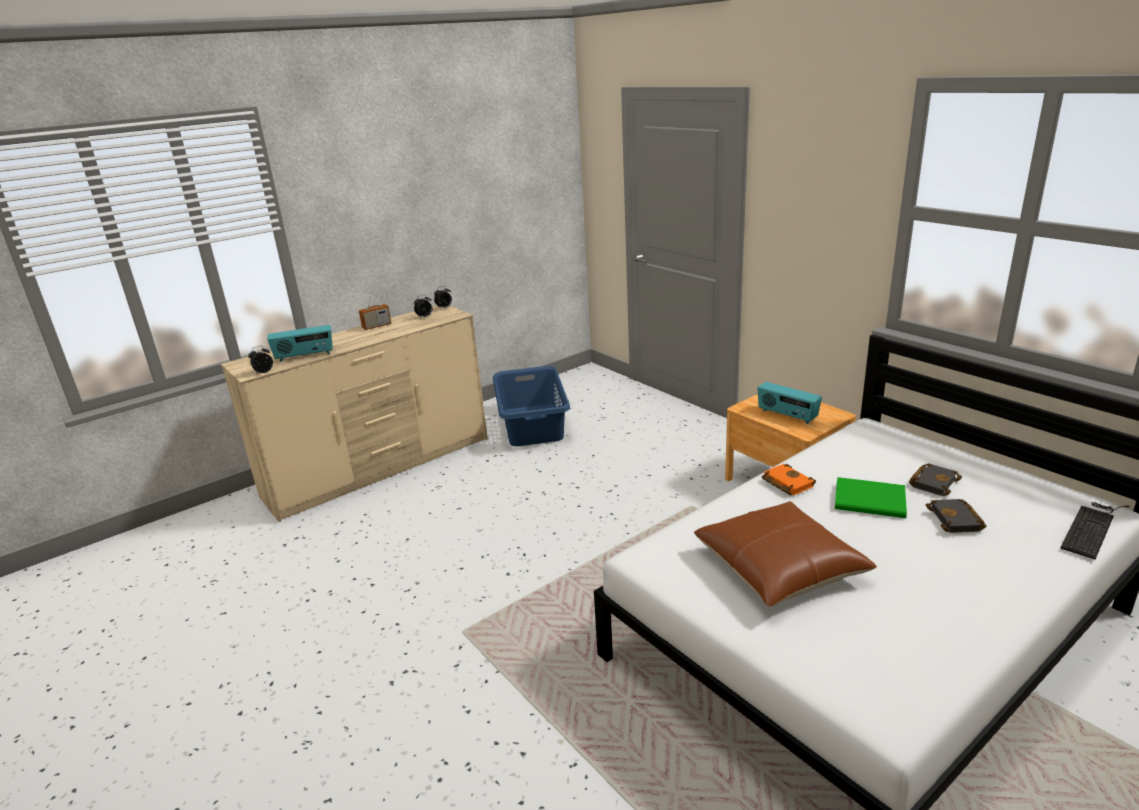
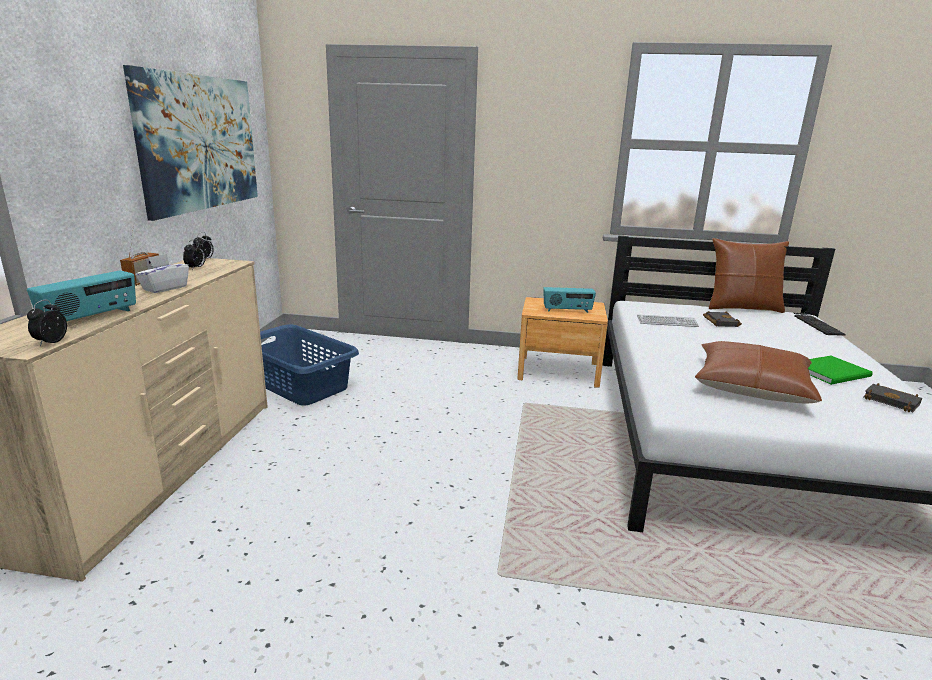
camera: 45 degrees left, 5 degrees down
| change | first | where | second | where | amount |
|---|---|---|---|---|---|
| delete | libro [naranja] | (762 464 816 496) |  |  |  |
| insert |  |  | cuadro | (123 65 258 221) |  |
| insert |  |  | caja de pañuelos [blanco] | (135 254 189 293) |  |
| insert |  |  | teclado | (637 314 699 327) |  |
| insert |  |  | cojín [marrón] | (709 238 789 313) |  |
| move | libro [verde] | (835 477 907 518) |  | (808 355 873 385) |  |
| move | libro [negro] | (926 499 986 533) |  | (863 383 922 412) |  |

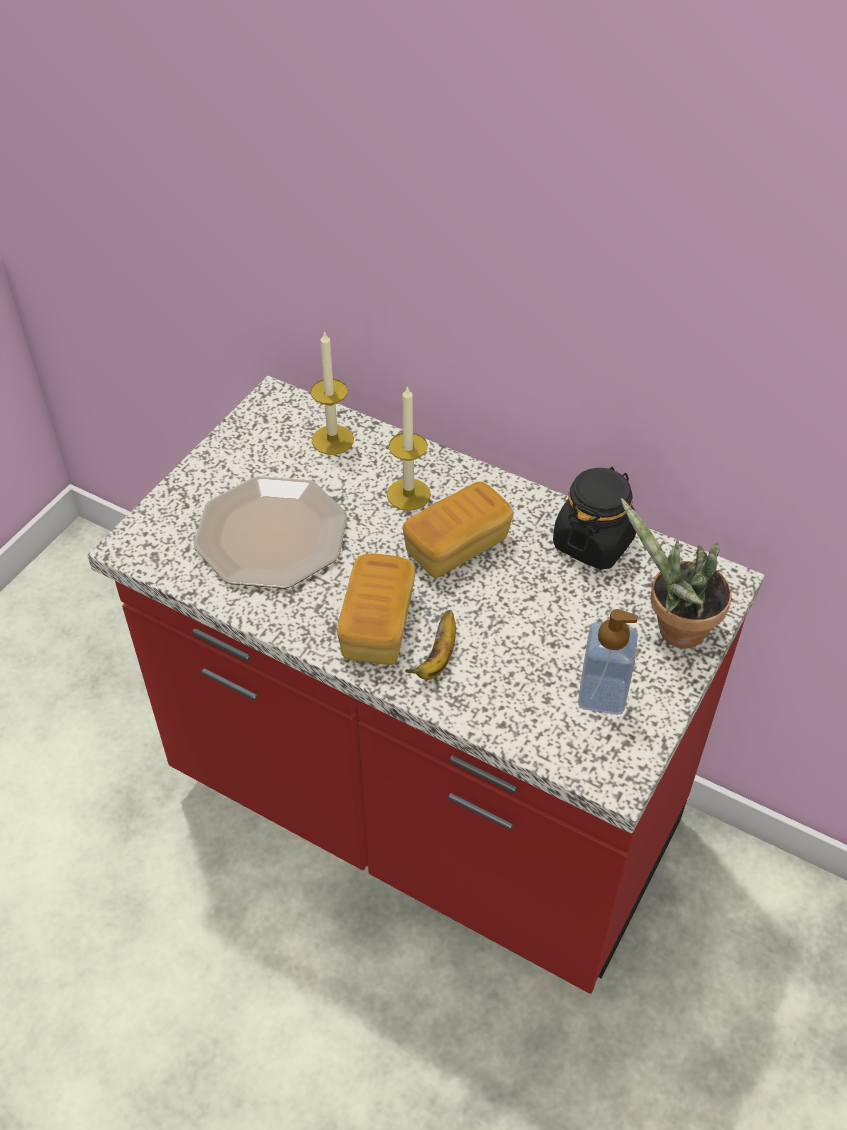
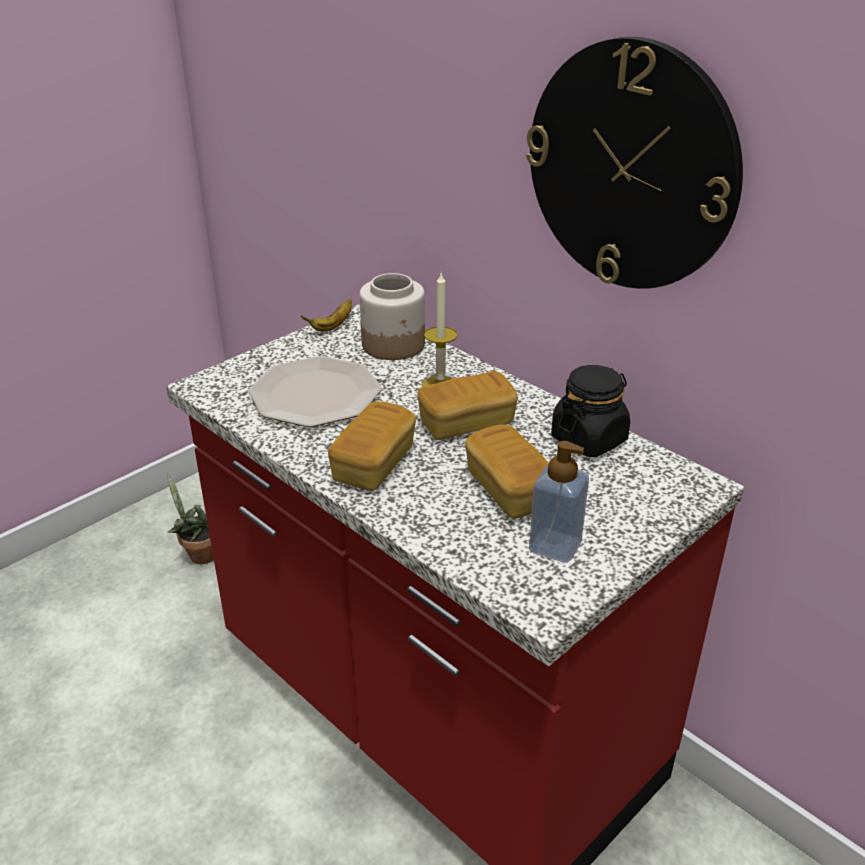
camera: 15 degrees right, 15 degrees down
| change | first | where | second | where | amount |
|---|---|---|---|---|---|
| insert |  |  | pan | (465 424 549 519) |  |
| insert |  |  | reloj de pared | (526 37 743 289) |  |
| move | plátano | (405 610 456 680) |  | (301 299 352 331) |  |
| move | planta en maceta | (621 498 731 648) |  | (167 472 214 564) |  |
| replace | vela | (310 331 354 455) | tarro | (359 273 425 360) |  |

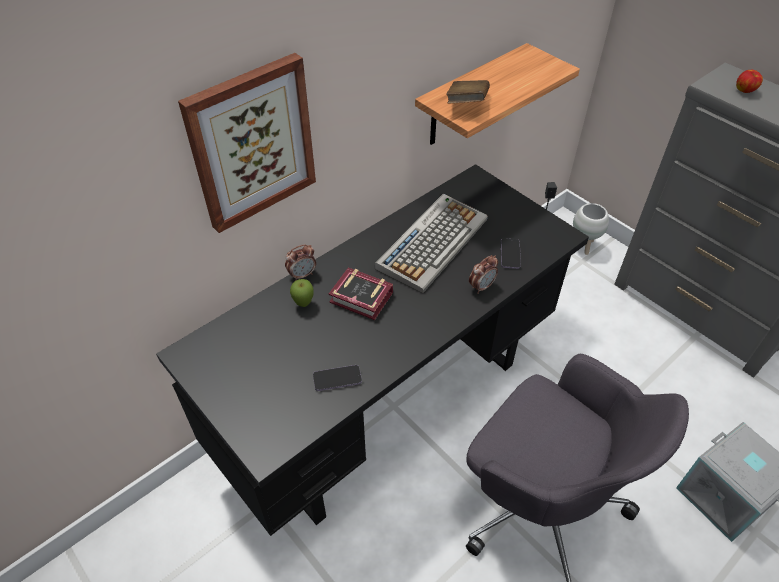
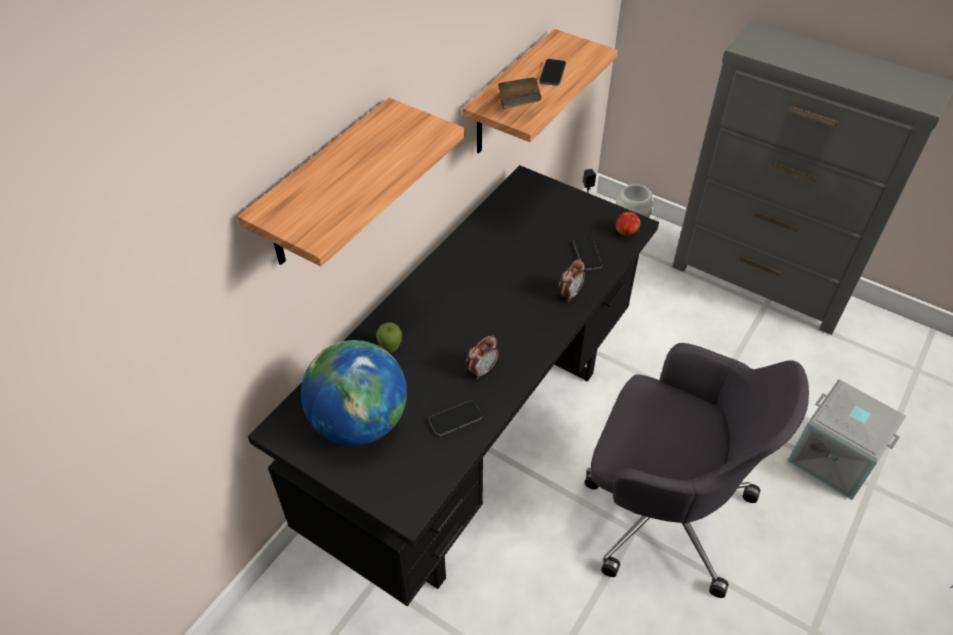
camera: 15 degrees left, 0 degrees up
| change | first | where | second | where | amount |
|---|---|---|---|---|---|
| delete | libro | (329 268 393 320) |  |  |  |
| delete | teclado | (375 194 488 293) |  |  |  |
| insert |  |  | globo terráqueo | (301 340 407 446) |  |
| insert |  |  | móvil | (539 59 566 86) |  |
| move | despertador | (285 244 316 281) |  | (466 335 499 379) |  |
| move | manzana | (736 70 763 93) |  | (616 211 640 236) |  |
| replace | cuadro | (178 53 316 233) | estante | (237 98 465 267) |  |

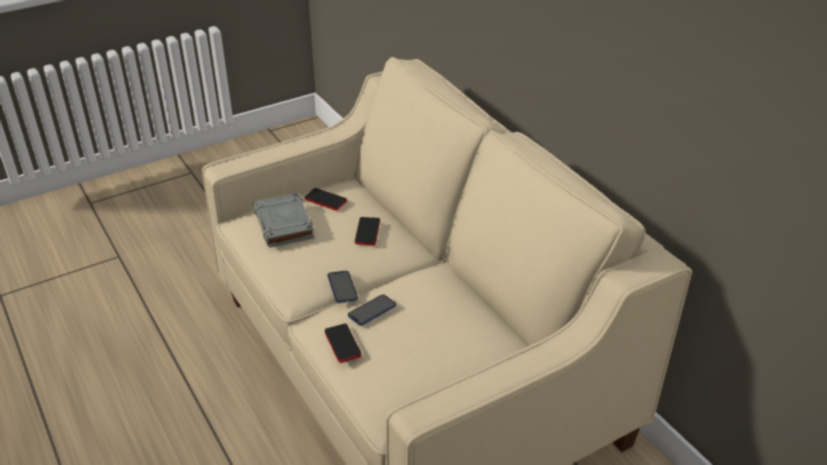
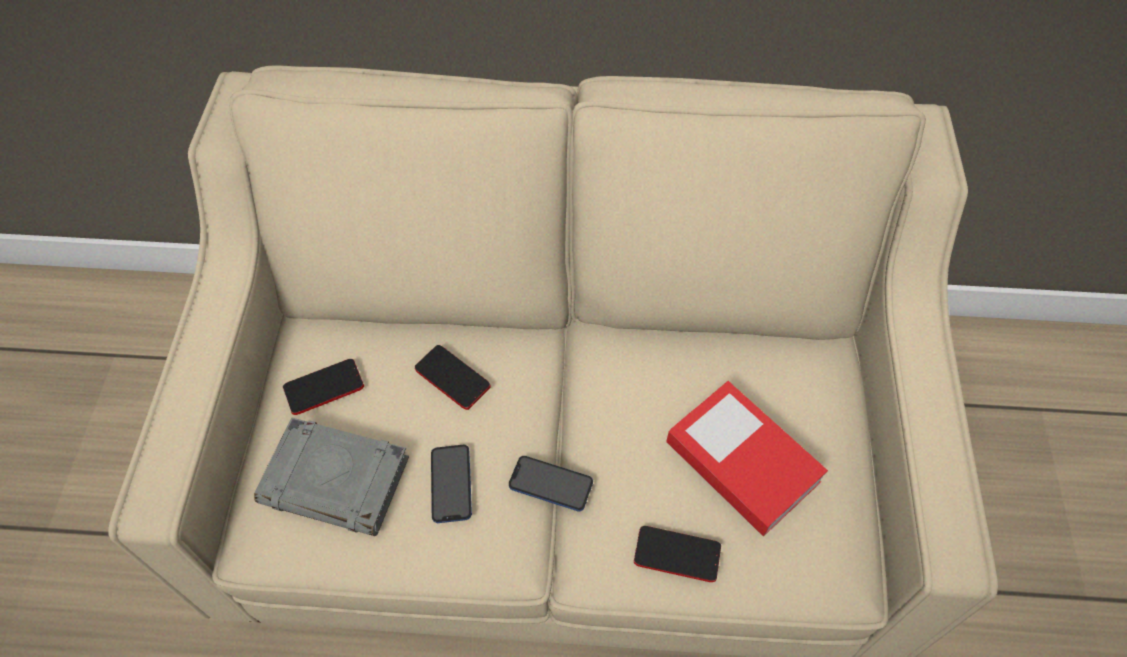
camera: 55 degrees left, 20 degrees up
| change | first | where | second | where | amount |
|---|---|---|---|---|---|
| insert |  |  | libro | (666 381 828 536) |  |
| move | móvil | (348 295 396 326) |  | (431 444 472 523) |  |

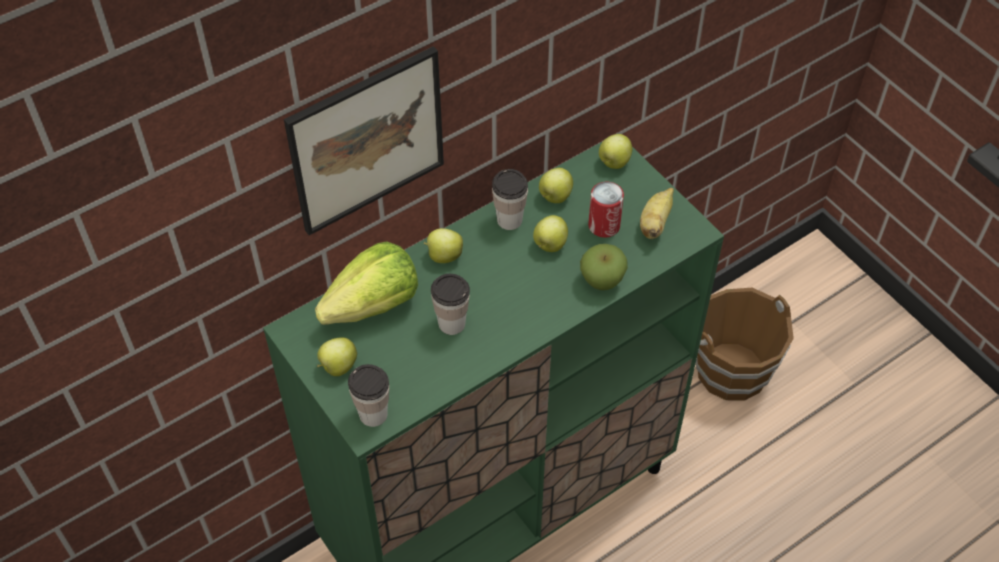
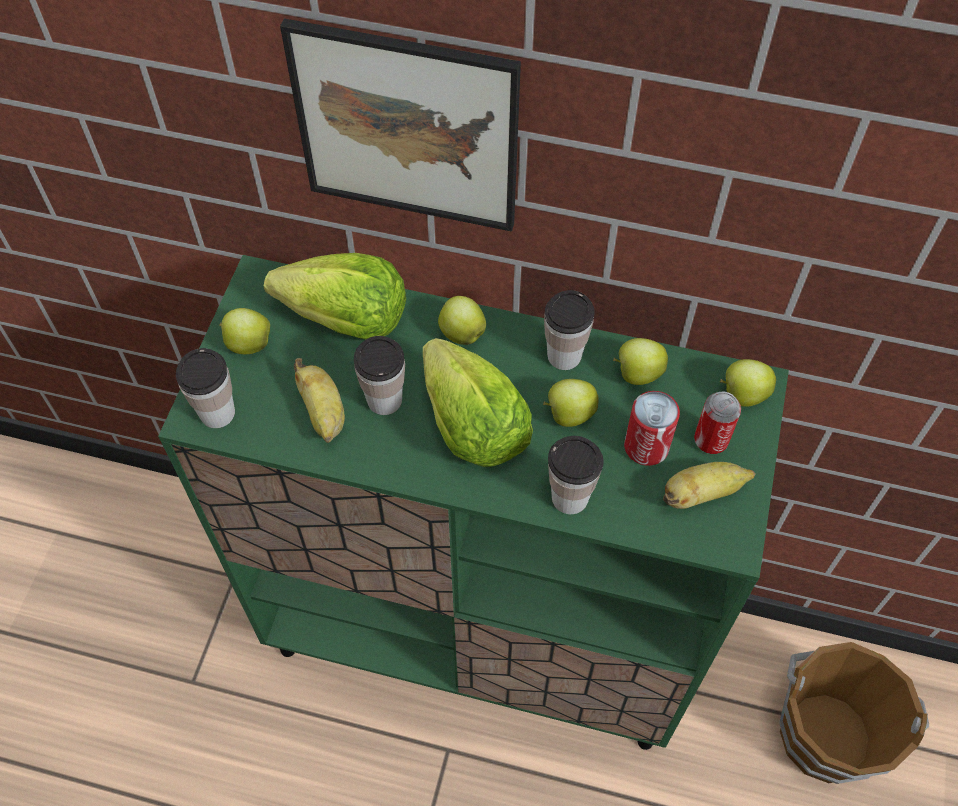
camera: 50 degrees right, 5 degrees up
| change | first | where | second | where | amount |
|---|---|---|---|---|---|
| insert |  |  | plátano | (294 358 345 443) |  |
| insert |  |  | lechuga | (423 338 533 467) |  |
| insert |  |  | lata | (694 392 741 454) |  |
| replace | manzana | (580 244 628 290) | taza | (548 436 604 514) |  |

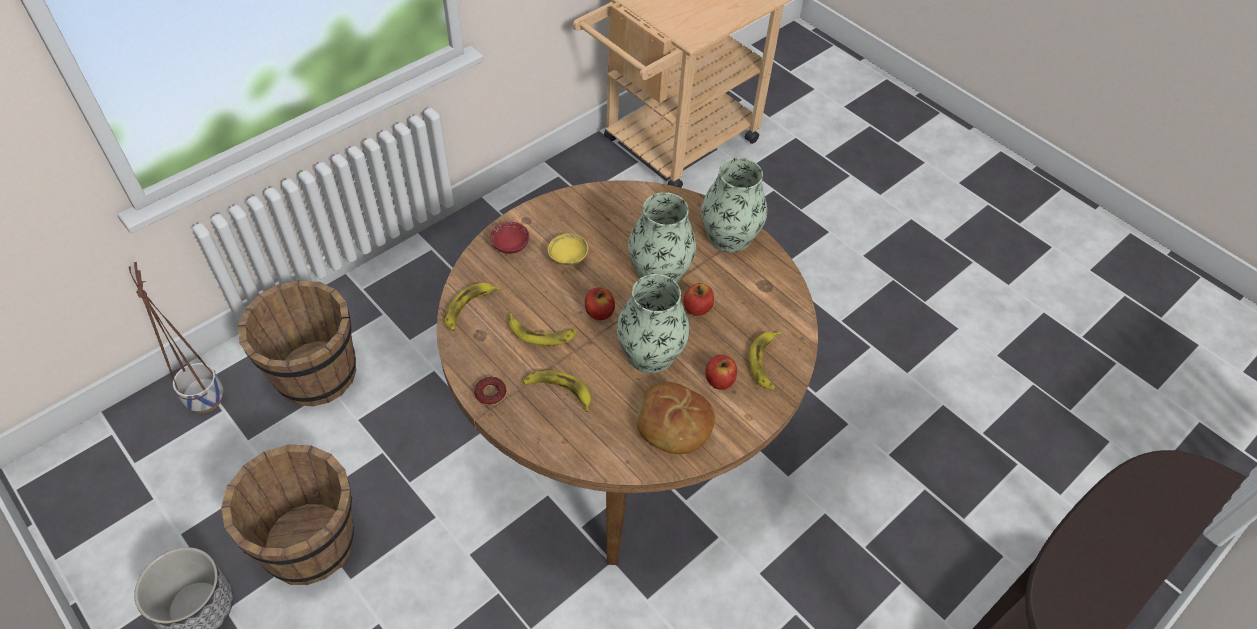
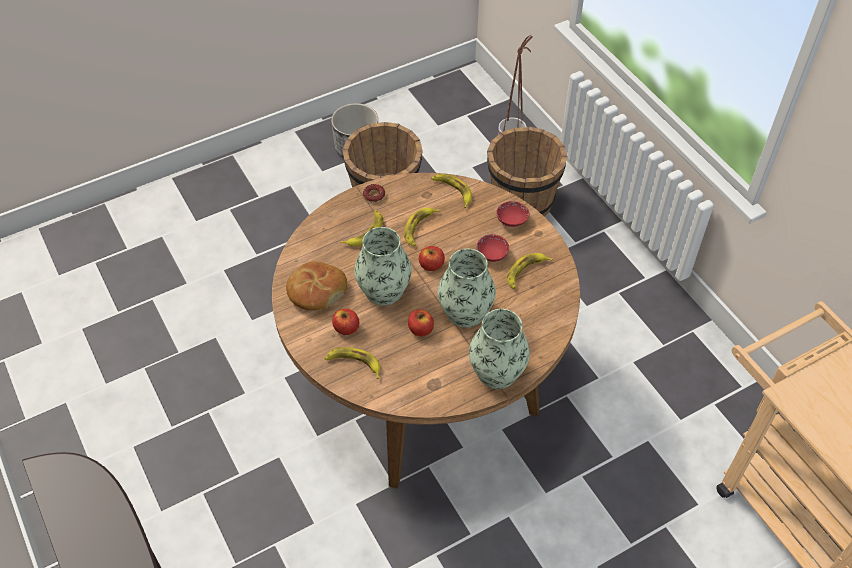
camera: 105 degrees right, 0 degrees up
| change | first | where | second | where | amount |
|---|---|---|---|---|---|
| insert |  |  | plátano | (507 253 553 289) |  |
| recolor | cuenco [amarillo] | (548 233 588 266) | cuenco [rojo] | (476 234 509 262) |  |

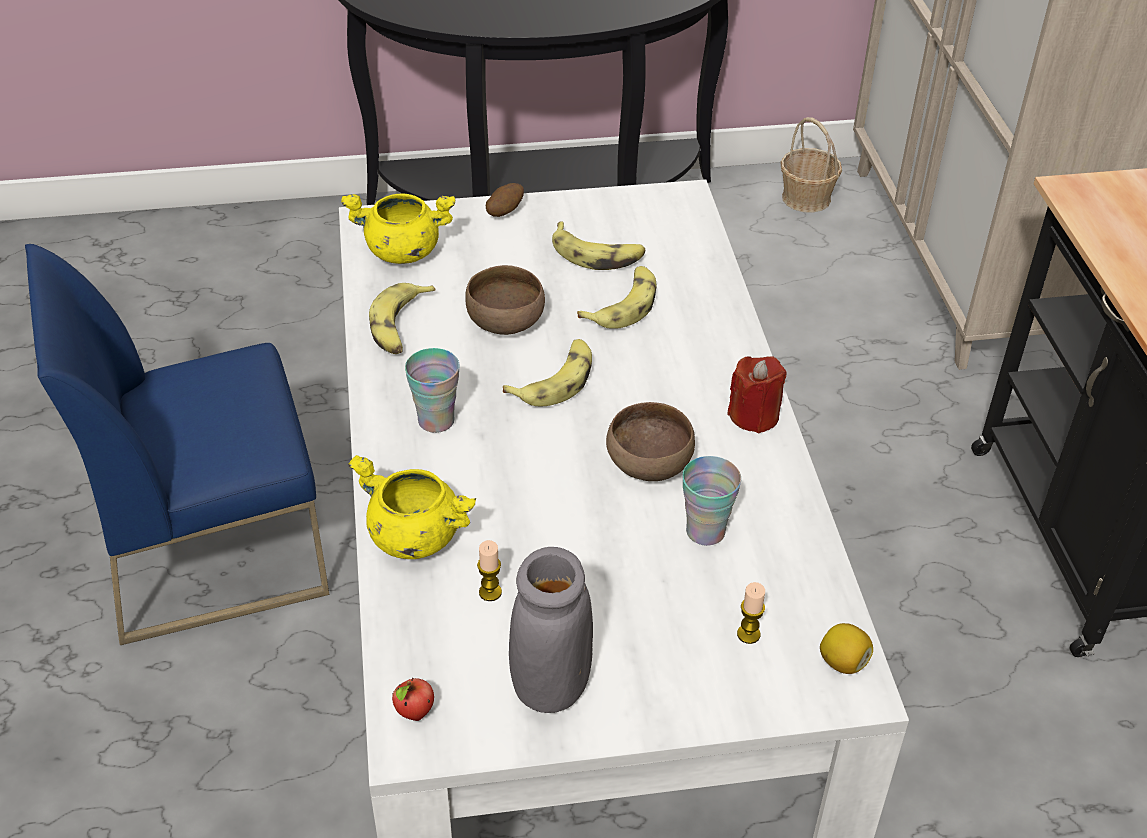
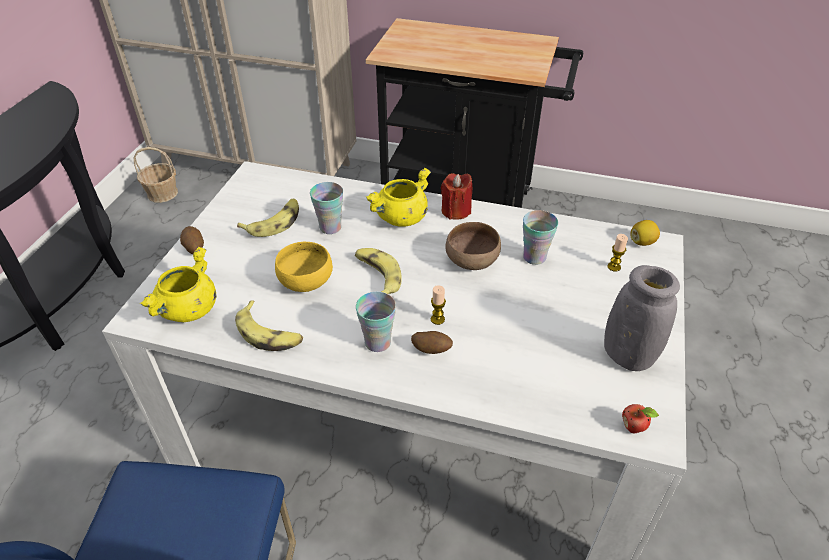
camera: 65 degrees left, 0 degrees up
| change | first | where | second | where | amount |
|---|---|---|---|---|---|
| insert |  |  | patata | (411 331 453 354) |  |
| move | olla [amarillo] | (348 455 476 559) |  | (366 168 431 227) |  |
| move | vela | (477 540 502 601) |  | (431 285 446 325) |  |
| replace | plátano | (577 266 657 329) | taza | (310 182 343 234) |  |
| recolor | cuenco [marrón] | (466 265 545 335) | cuenco [amarillo] | (275 242 333 292) |  |

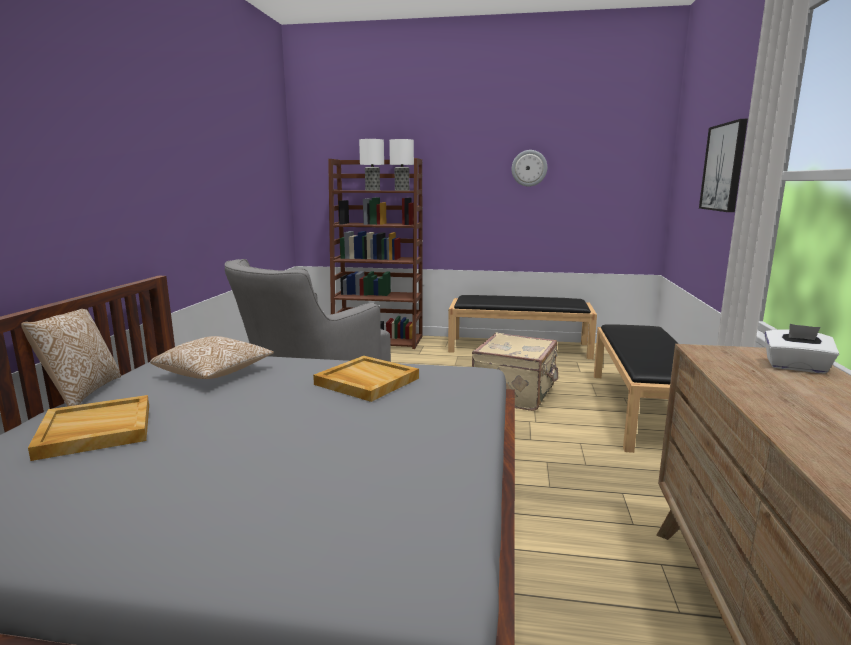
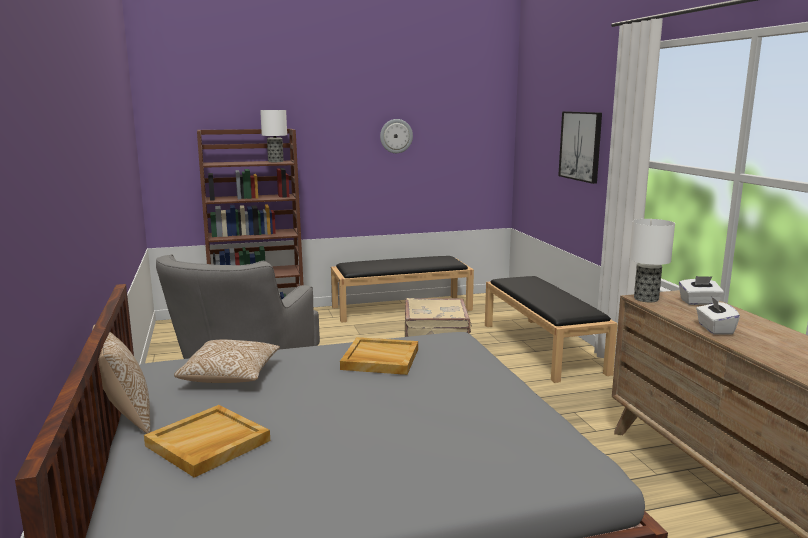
camera: 25 degrees left, 0 degrees up
| change | first | where | second | where | amount |
|---|---|---|---|---|---|
| insert |  |  | caja de pañuelos [blanco] | (696 296 740 335) |  |
| move | lámpara de mesa | (359 139 384 191) |  | (629 219 675 302) |  |

